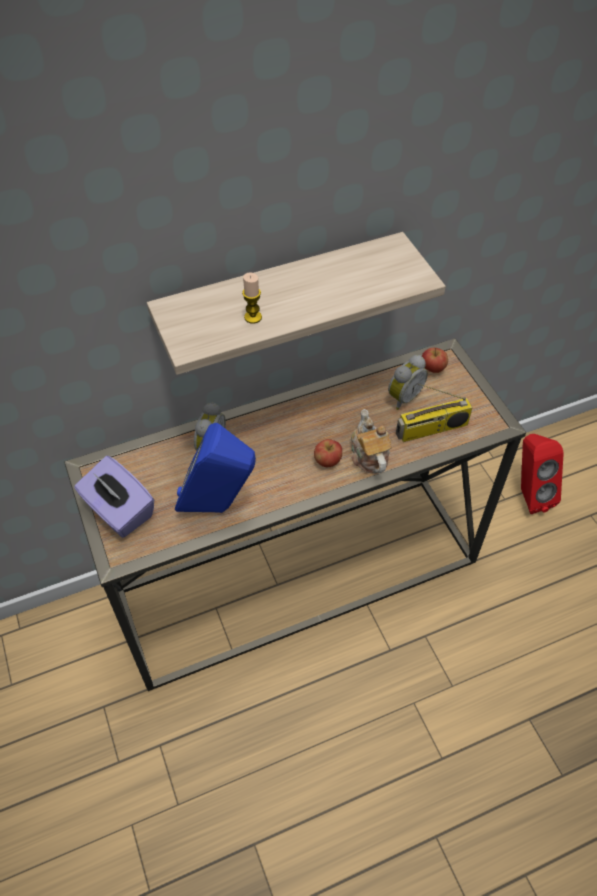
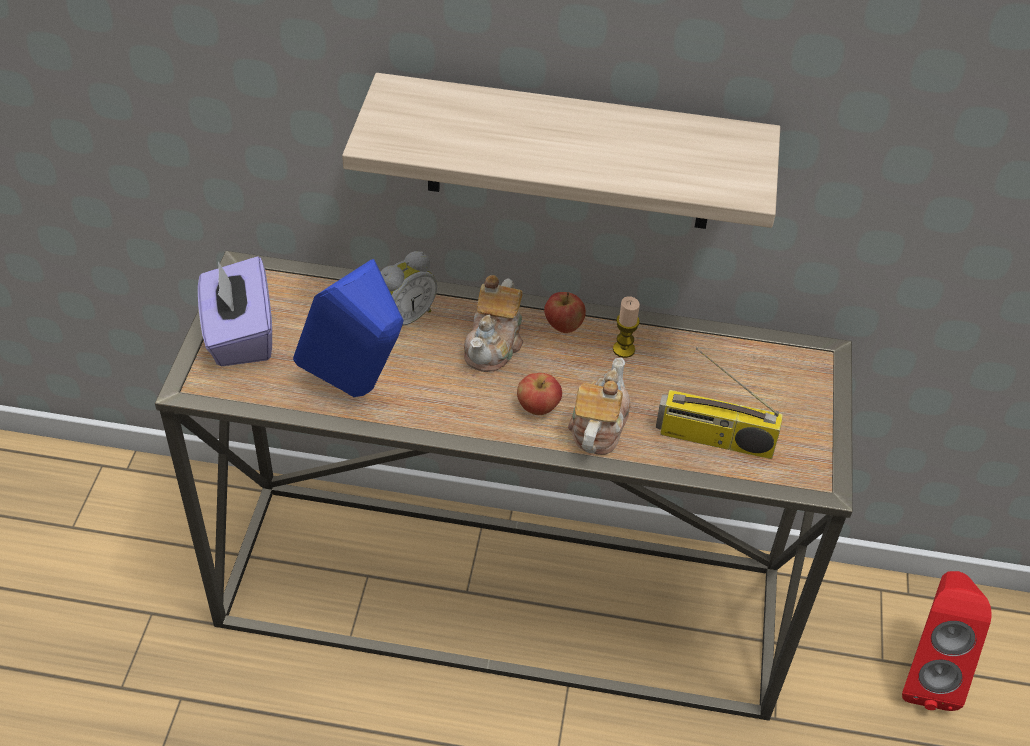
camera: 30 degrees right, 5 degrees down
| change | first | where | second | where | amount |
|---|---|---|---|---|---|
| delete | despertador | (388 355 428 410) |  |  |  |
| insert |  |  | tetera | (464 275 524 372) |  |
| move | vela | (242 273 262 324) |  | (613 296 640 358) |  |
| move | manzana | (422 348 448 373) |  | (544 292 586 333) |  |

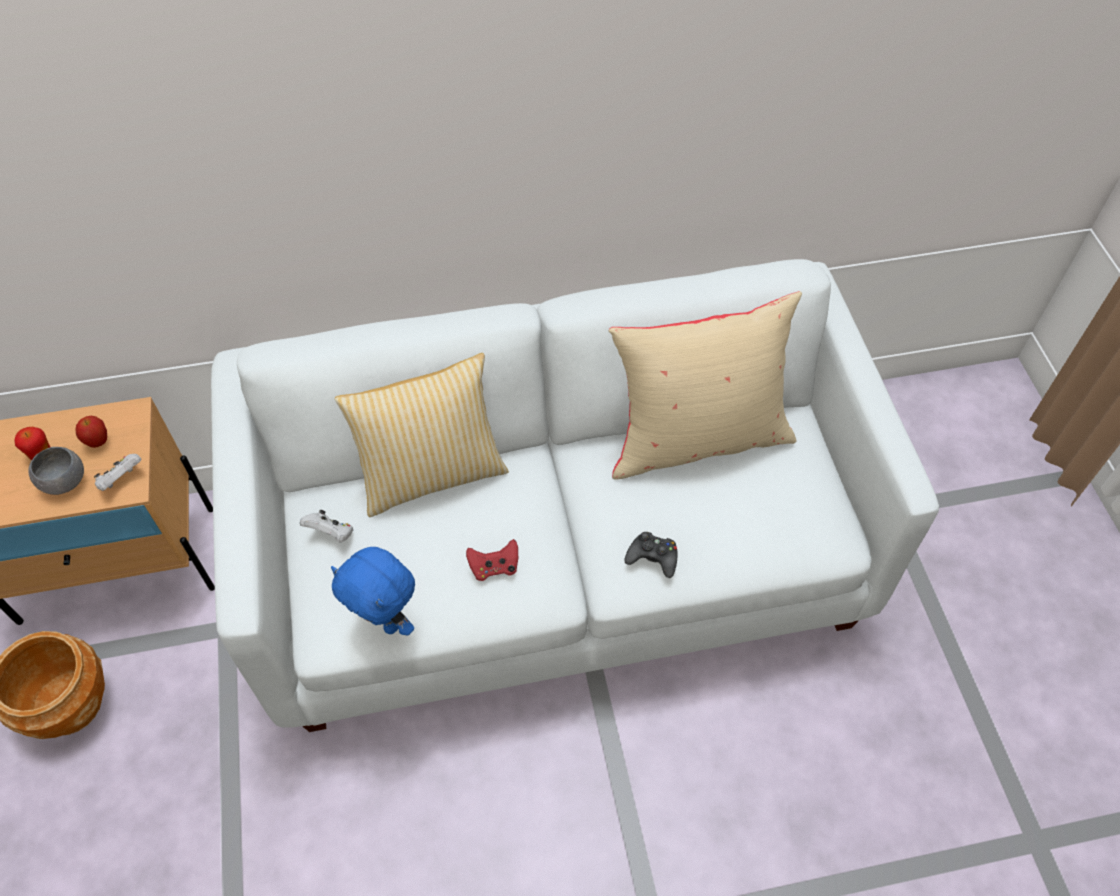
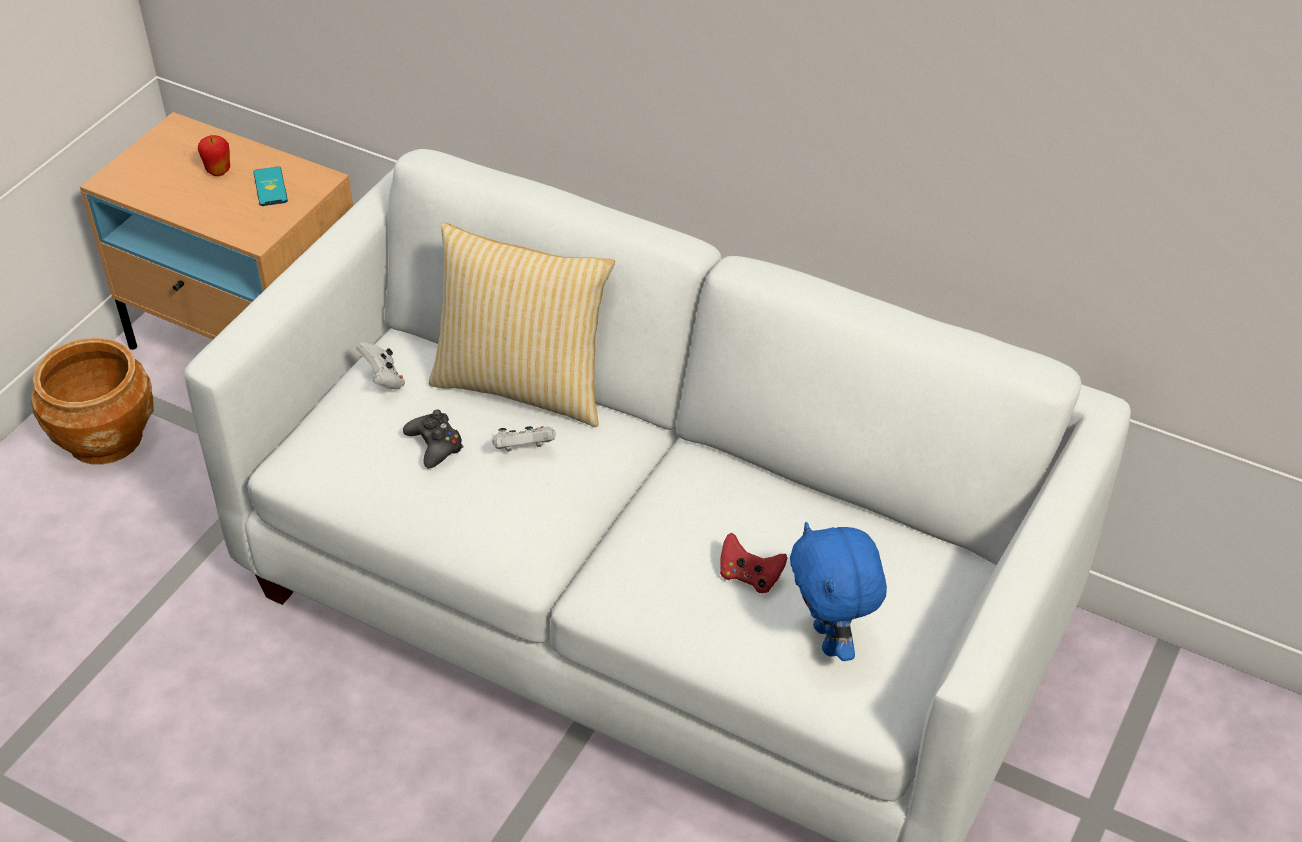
camera: 40 degrees right, 10 degrees down
| change | first | where | second | where | amount |
|---|---|---|---|---|---|
| delete | cuenco [gris] | (29 447 84 495) |  |  |  |
| delete | cojín [beis] | (609 291 802 479) |  |  |  |
| move | mando de consola [blanco] | (94 454 142 491) |  | (492 426 556 452) |  |
| move | peluche [azul] | (331 547 415 636) |  | (790 522 887 661) |  |
| move | mando de consola [rojo] | (466 539 518 581) |  | (720 533 787 593) |  |
| move | mando de consola [negro] | (625 532 678 578) |  | (403 410 463 468) |  |
| replace | manzana | (75 416 107 448) | móvil | (253 166 288 206) |  |

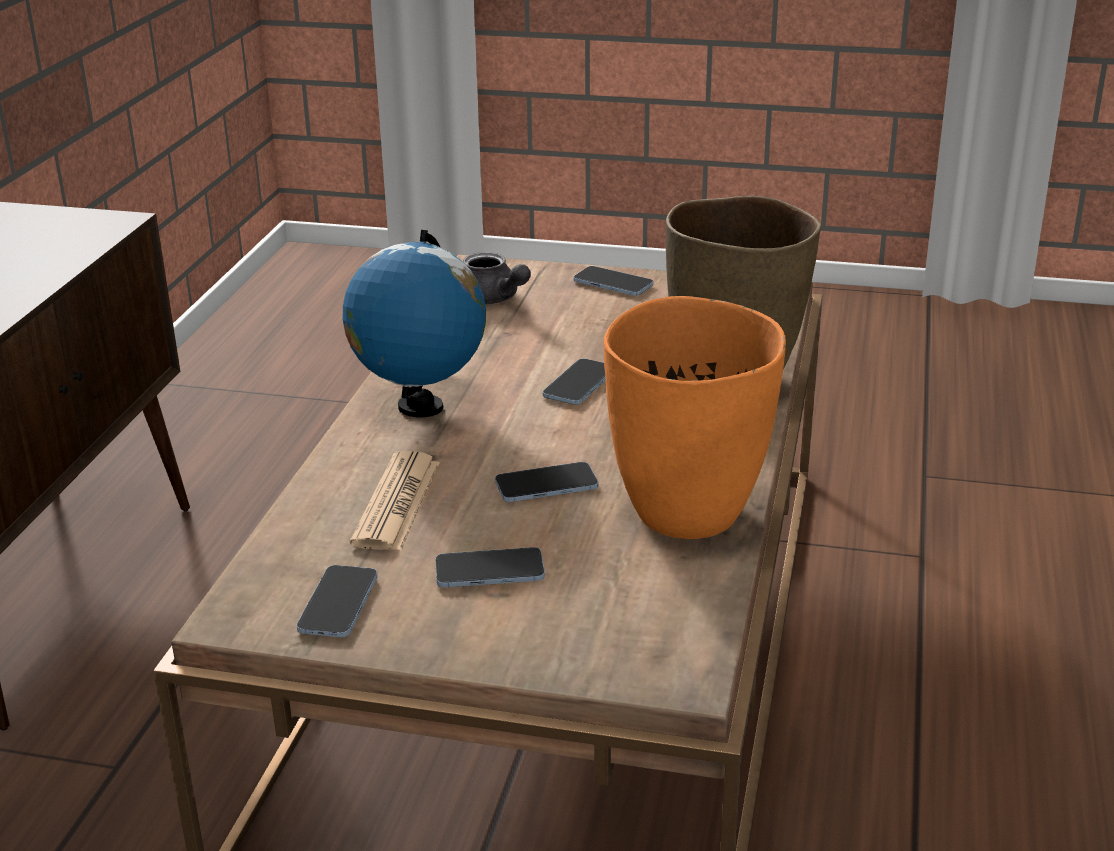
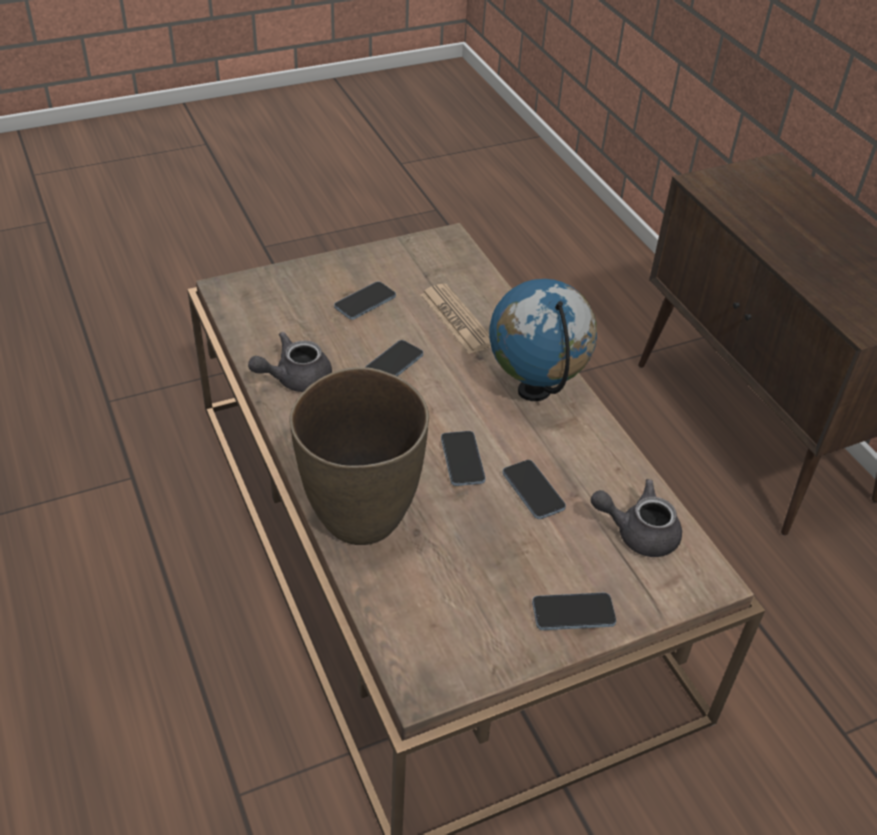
camera: 140 degrees right, 15 degrees up
| change | first | where | second | where | amount |
|---|---|---|---|---|---|
| move | móvil | (297 565 378 637) |  | (503 460 566 519) |  |
| replace | florero [naranja] | (604 296 786 539) | tetera [gris] | (248 332 332 392) |  |

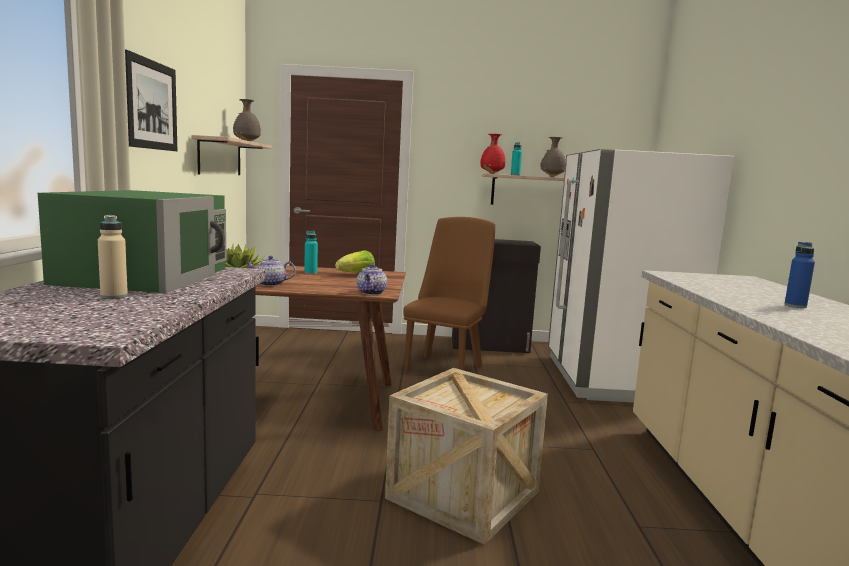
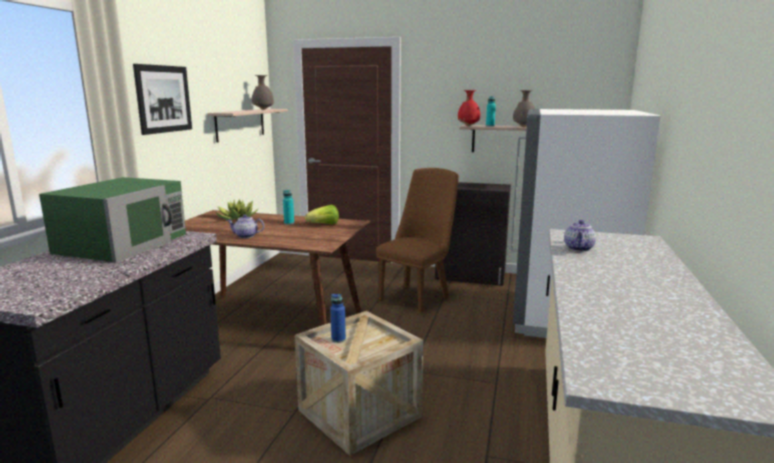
camera: 15 degrees right, 5 degrees up
| change | first | where | second | where | amount |
|---|---|---|---|---|---|
| delete | botella [beis] | (98 215 128 299) |  |  |  |
| move | tetera | (357 264 387 295) |  | (564 220 596 251) |  |
| move | botella [azul] | (784 242 815 308) |  | (330 294 346 343) |  |

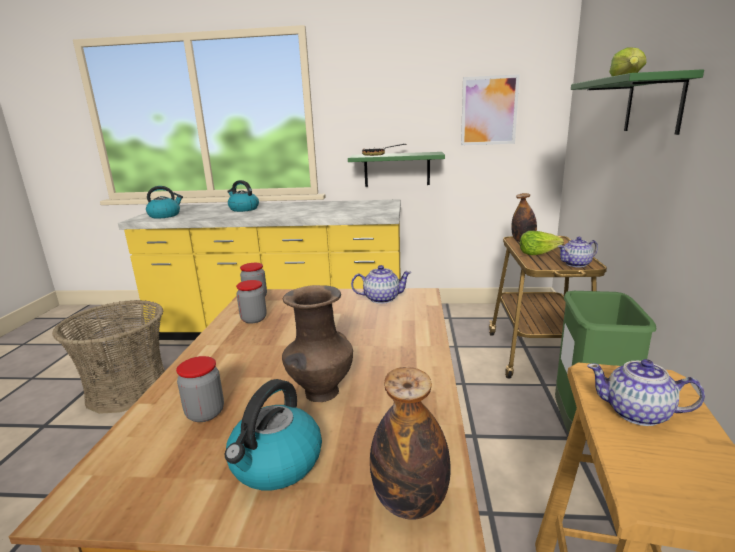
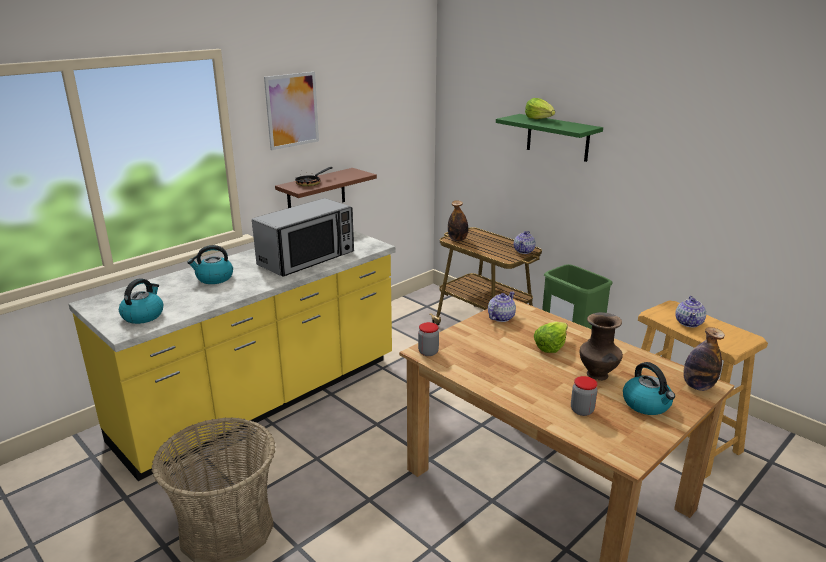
camera: 50 degrees left, 5 degrees up
| change | first | where | second | where | amount |
|---|---|---|---|---|---|
| delete | tarro | (236 280 267 324) |  |  |  |
| insert |  |  | microondas | (252 198 354 277) |  |
| move | cuadro | (461 74 520 146) |  | (264 72 319 150) |  |
| move | lechuga | (520 231 564 255) |  | (534 322 568 353) |  |
| recolor | estante [verde] | (348 152 445 187) | estante [marrón] | (275 168 377 208) |  |
| rotate | tetera | (587 359 705 426) |  | (675 296 706 328) | 45 degrees counterclockwise |

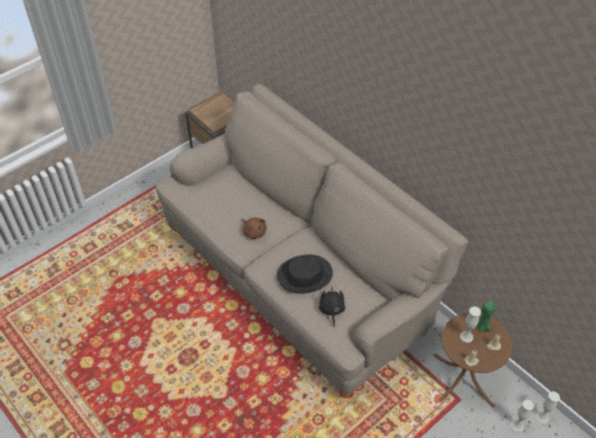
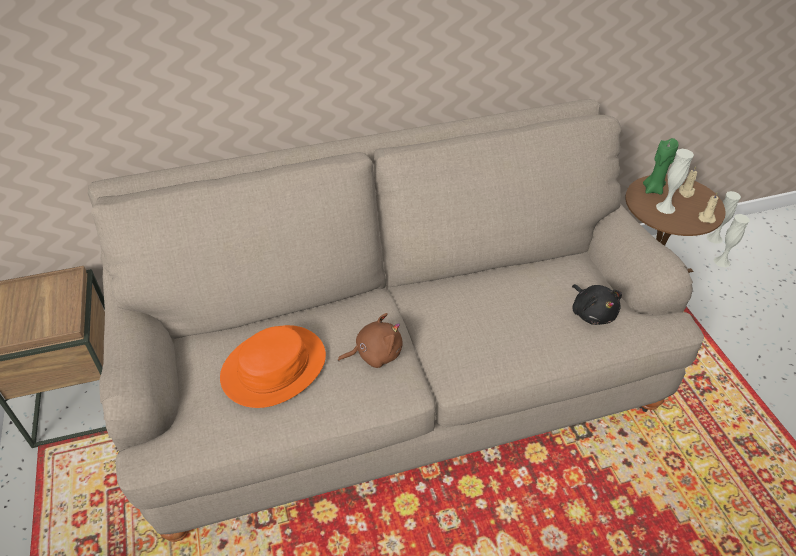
camera: 65 degrees left, 5 degrees down
| change | first | where | second | where | amount |
|---|---|---|---|---|---|
| delete | sombrero [negro] | (277 255 333 294) |  |  |  |
| insert |  |  | sombrero [naranja] | (220 325 326 408) |  |
| rotate | peluche [negro] | (319 287 345 327) |  | (572 284 622 325) | 135 degrees counterclockwise |

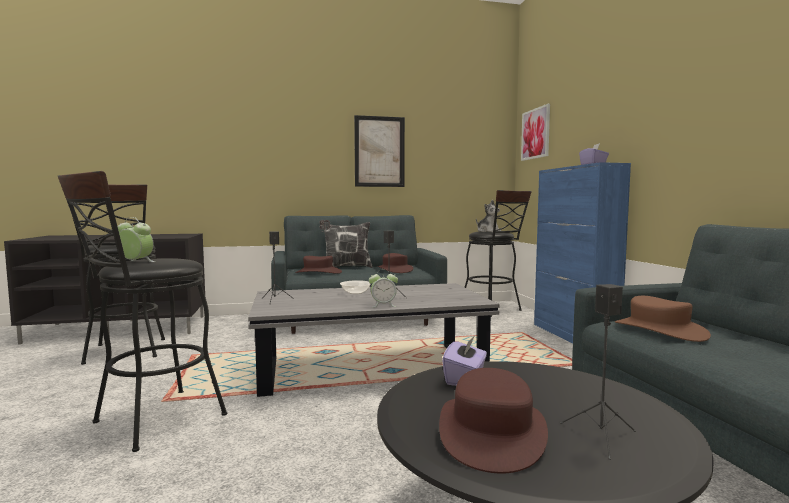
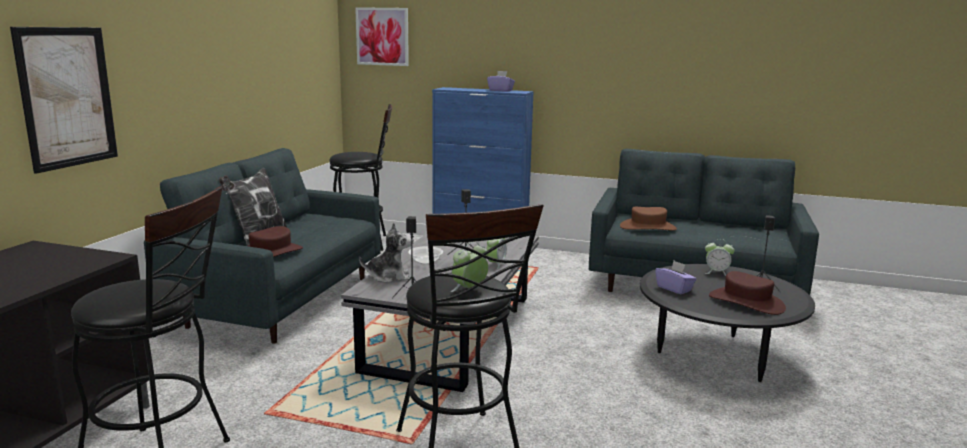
camera: 60 degrees left, 10 degrees up
| change | first | where | second | where | amount |
|---|---|---|---|---|---|
| delete | sombrero [marrón] | (378 253 413 273) |  |  |  |
| insert |  |  | despertador | (705 239 735 276) |  |
| move | cuadro | (354 115 405 187) |  | (10 27 118 174) |  |
| move | peluche | (476 200 501 232) |  | (359 223 414 283) |  |

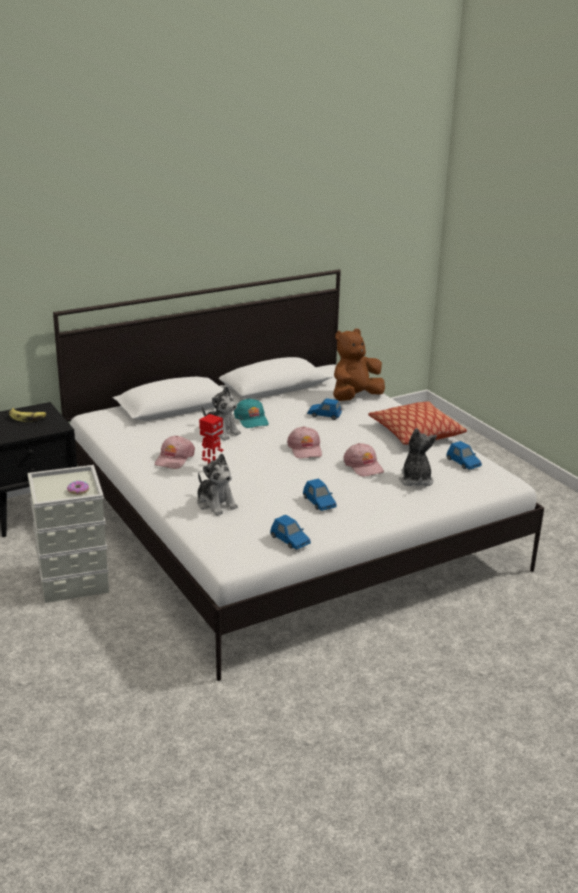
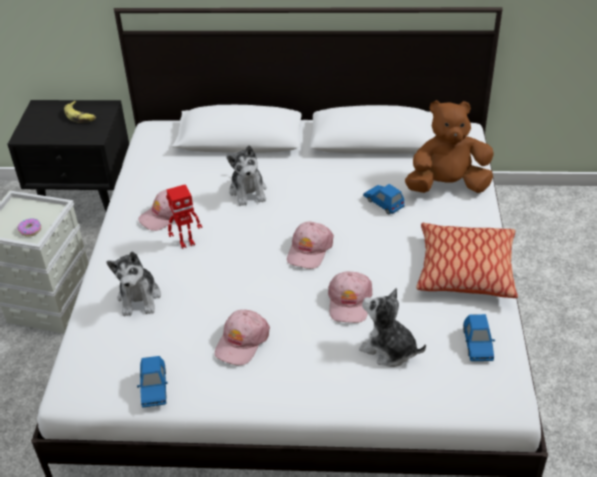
camera: 35 degrees right, 15 degrees up
| change | first | where | second | where | amount |
|---|---|---|---|---|---|
| delete | gorra [turquesa] | (234 398 269 428) |  |  |  |
| replace | coche de juguete [azul] | (303 478 337 511) | gorra [rosa] | (215 310 270 365) |  |
| rotate | peluche | (399 428 437 486) |  | (359 288 426 367) | 90 degrees counterclockwise |

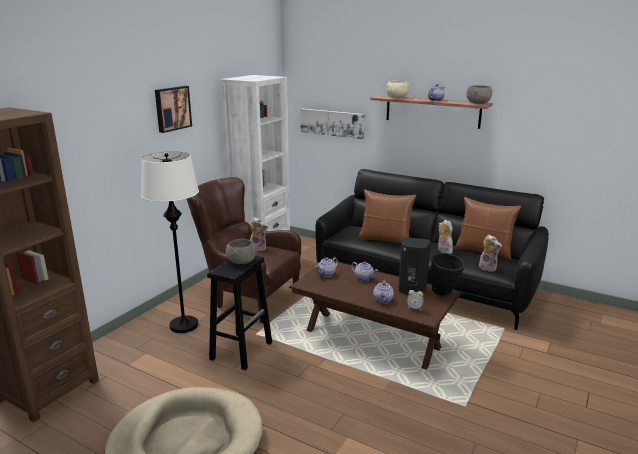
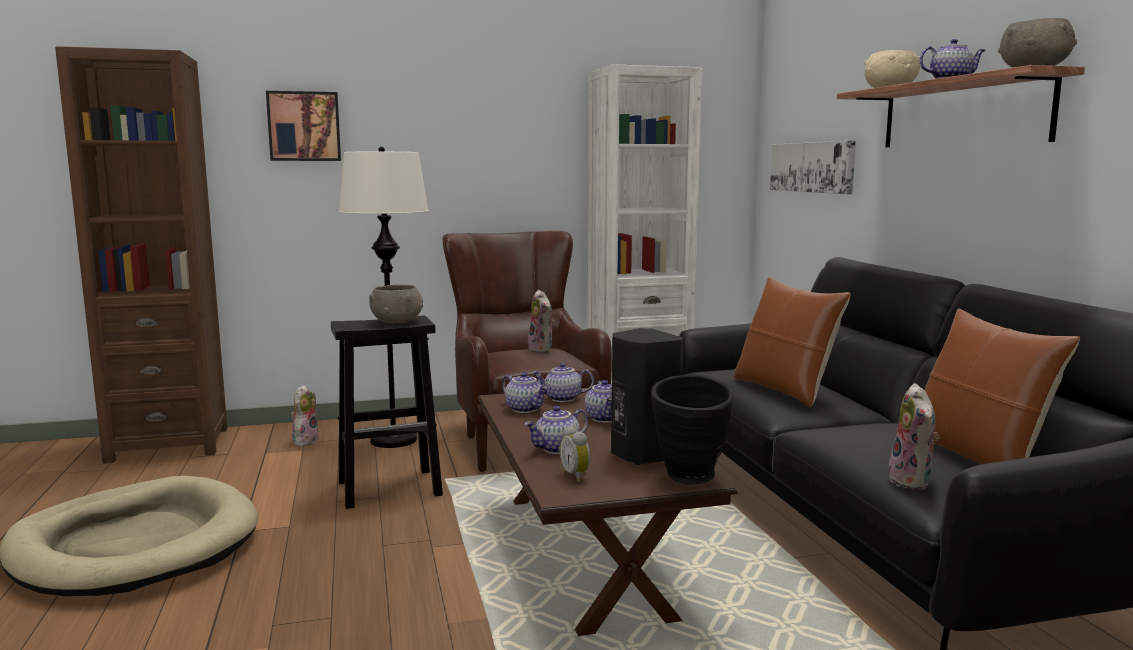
camera: 45 degrees right, 10 degrees down
| change | first | where | second | where | amount |
|---|---|---|---|---|---|
| insert |  |  | tetera | (502 372 548 413) |  |
| move | cuadro | (155 86 192 133) |  | (266 91 341 161) |  |
| move | peluche | (438 220 453 254) |  | (291 385 320 447) |  |

